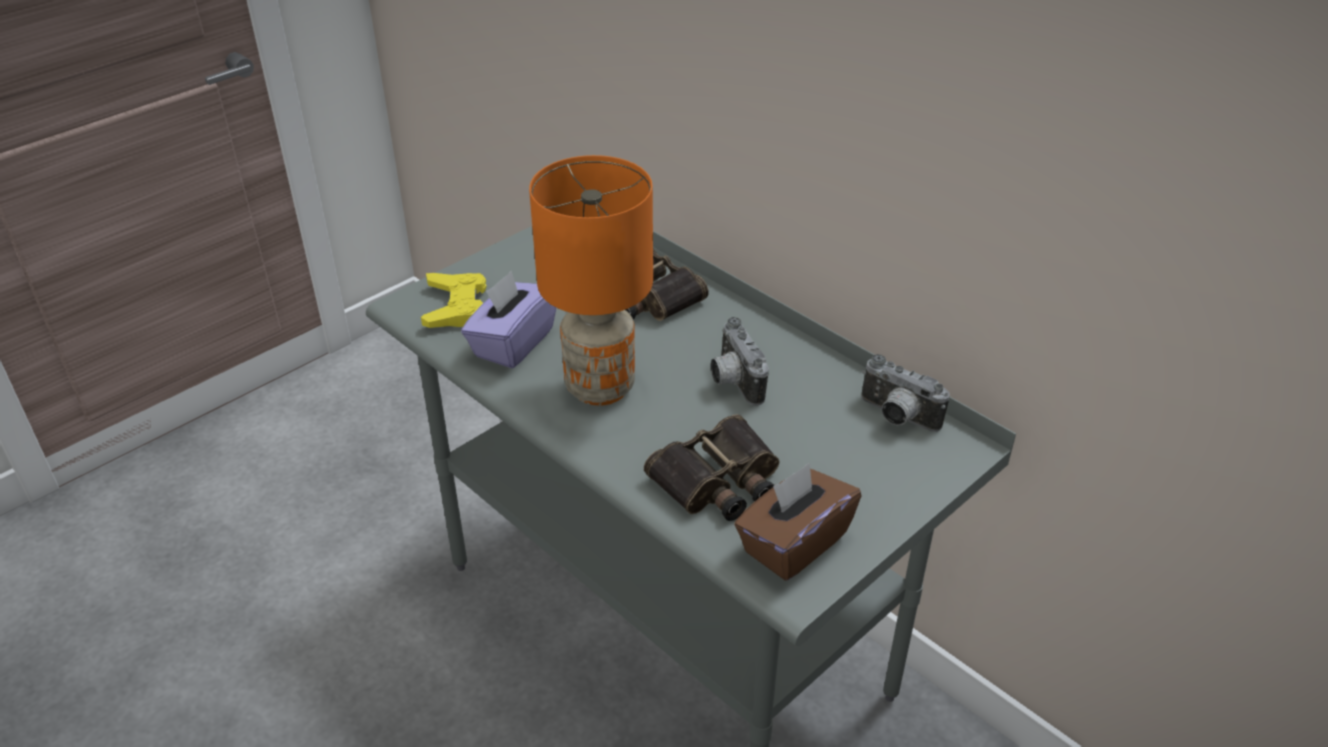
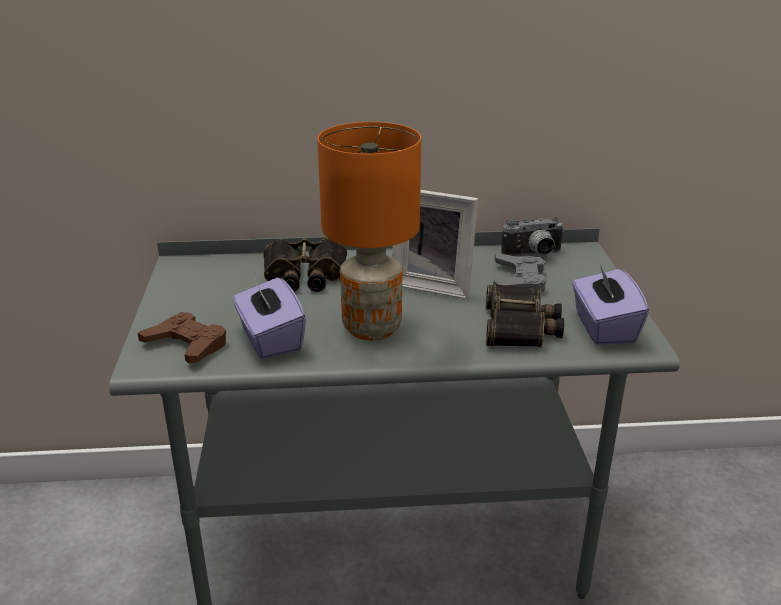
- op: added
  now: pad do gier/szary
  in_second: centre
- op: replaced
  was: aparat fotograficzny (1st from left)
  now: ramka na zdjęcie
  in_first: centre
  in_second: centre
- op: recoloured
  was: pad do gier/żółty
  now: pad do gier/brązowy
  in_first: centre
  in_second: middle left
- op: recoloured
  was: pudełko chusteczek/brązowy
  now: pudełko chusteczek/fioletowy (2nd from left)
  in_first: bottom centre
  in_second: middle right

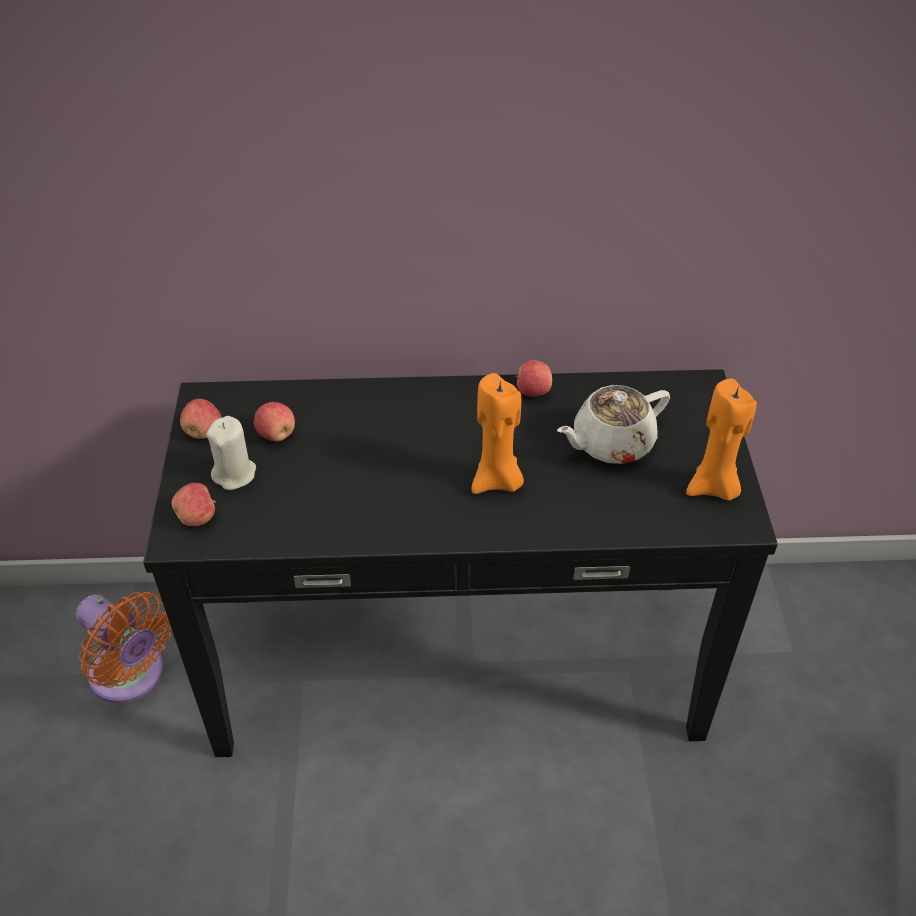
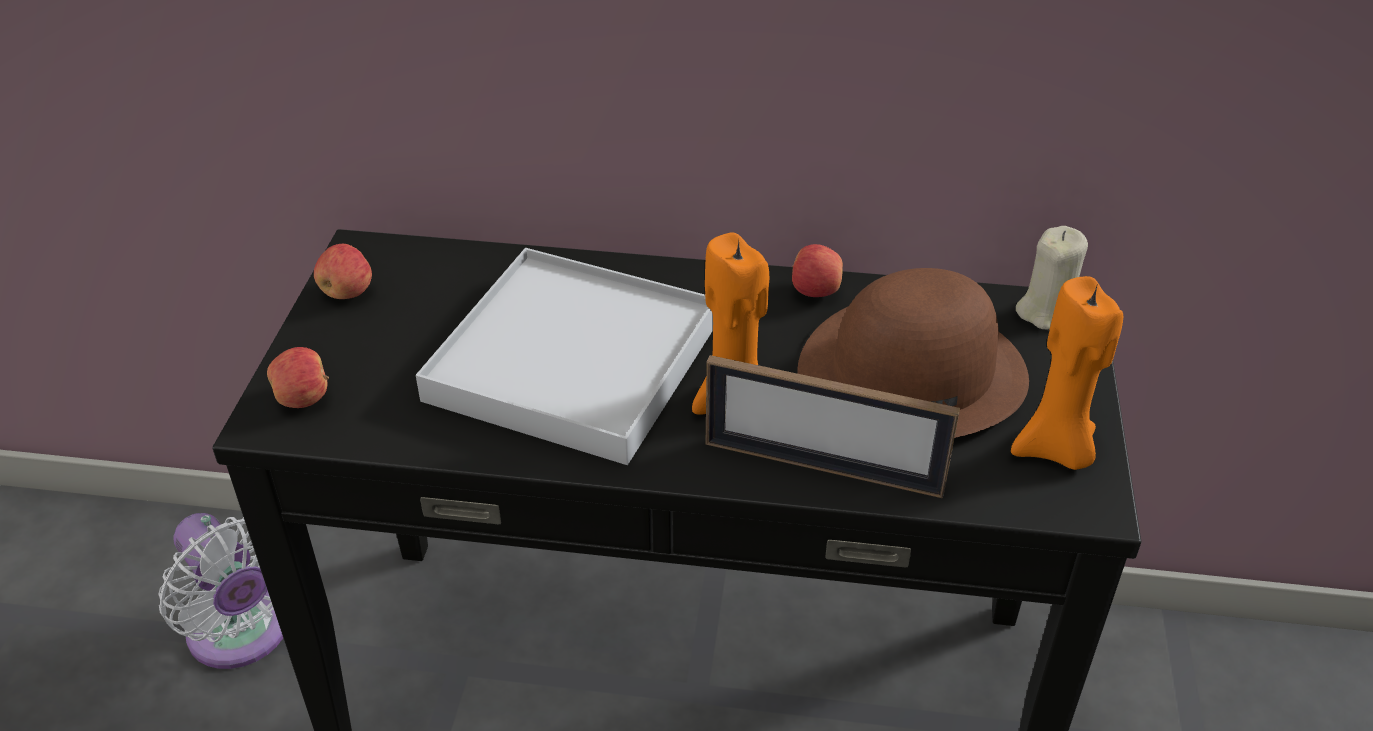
- op: removed
  was: jabłko (3rd from left)
  in_first: middle left
- op: added
  now: taca/biały
  in_second: centre
- op: added
  now: ramka na zdjęcie
  in_second: centre
- op: moved
  was: świeca/beżowy
  in_first: middle left
  in_second: middle right
- op: replaced
  was: imbryk/beżowy
  now: kapelusz/brązowy
  in_first: middle right
  in_second: centre
- op: recoloured
  was: wentylator/pomarańczowy
  now: wentylator/biały
  in_first: bottom left
  in_second: bottom left

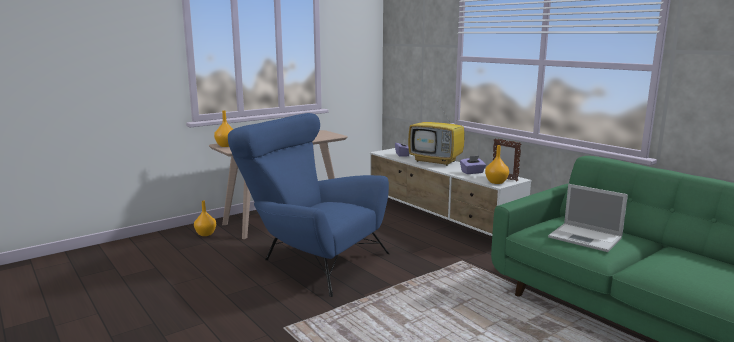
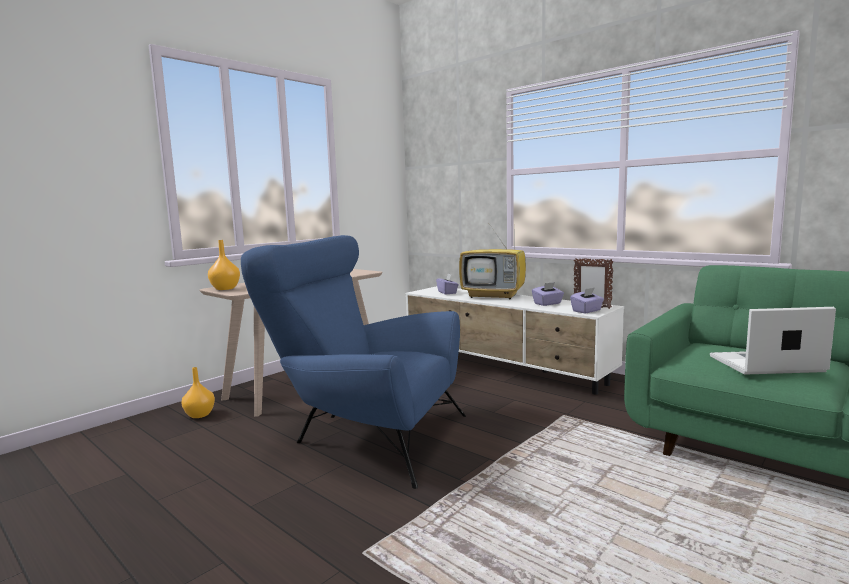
- op: replaced
  was: wazon/pomarańczowy (3rd from left)
  now: pudełko chusteczek/fioletowy (3rd from left)
  in_first: middle right
  in_second: middle right
- op: turned
  was: laptop
  in_first: middle right
  in_second: middle right
  clockwise: 150

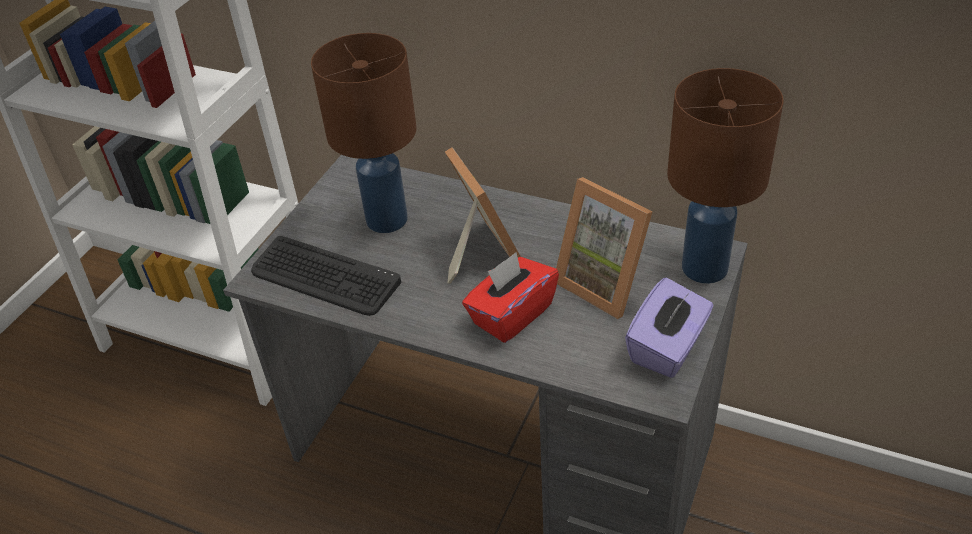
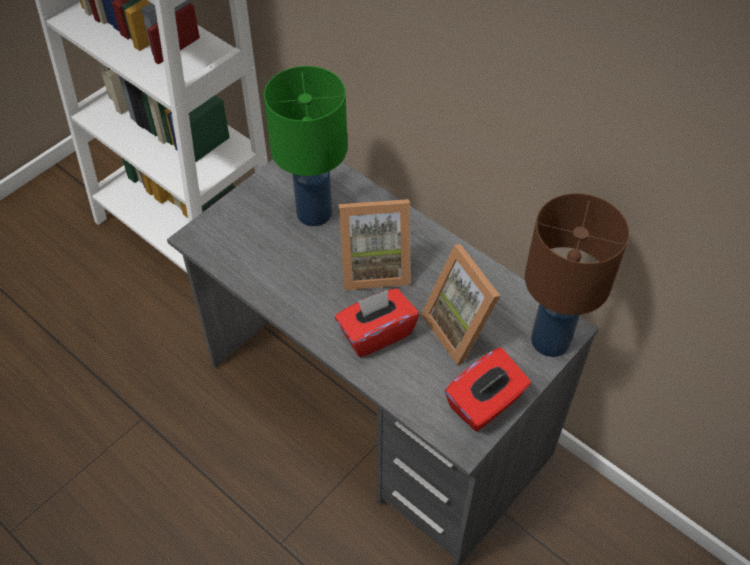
- op: removed
  was: klawiatura
  in_first: centre
- op: recoloured
  was: lampa stołowa/brązowy (1st from left)
  now: lampa stołowa/zielony
  in_first: top centre
  in_second: top centre
- op: recoloured
  was: pudełko chusteczek/fioletowy
  now: pudełko chusteczek/czerwony (2nd from left)
  in_first: middle right
  in_second: bottom centre
- op: turned
  was: ramka na zdjęcie (1st from left)
  in_first: centre
  in_second: centre
  clockwise: 90

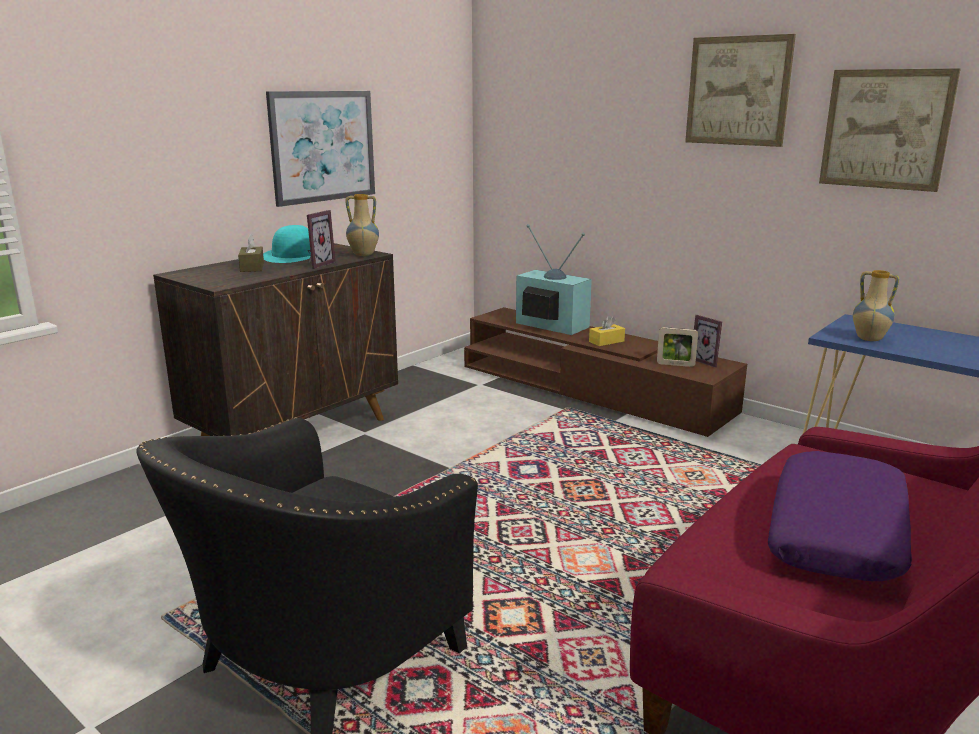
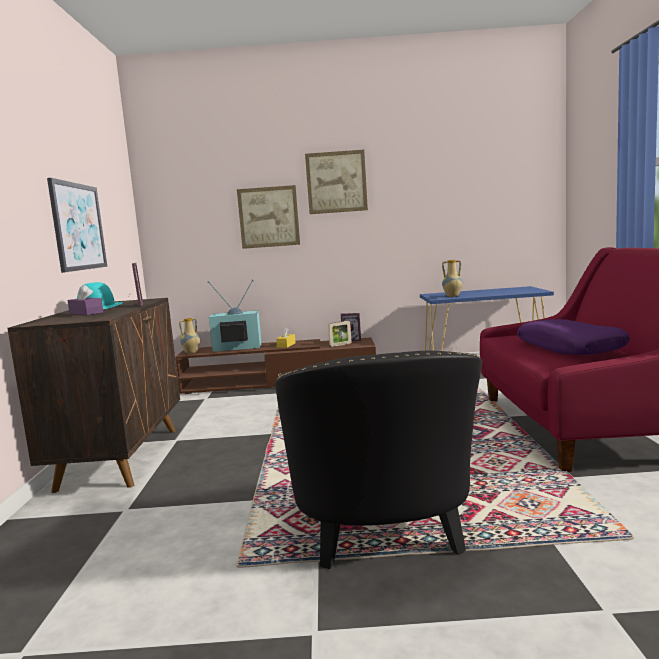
- op: moved
  was: wazon (1st from left)
  in_first: top centre
  in_second: middle left
- op: moved
  was: obraz (3rd from left in the first image)
  now: obraz (2nd from left)
  in_first: top right
  in_second: top centre
- op: recoloured
  was: pudełko chusteczek/brązowy
  now: pudełko chusteczek/fioletowy
  in_first: middle left
  in_second: middle left

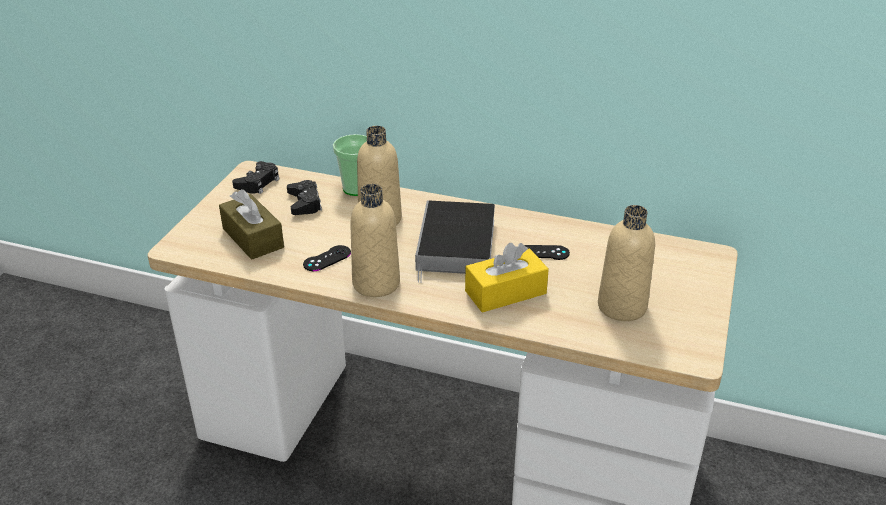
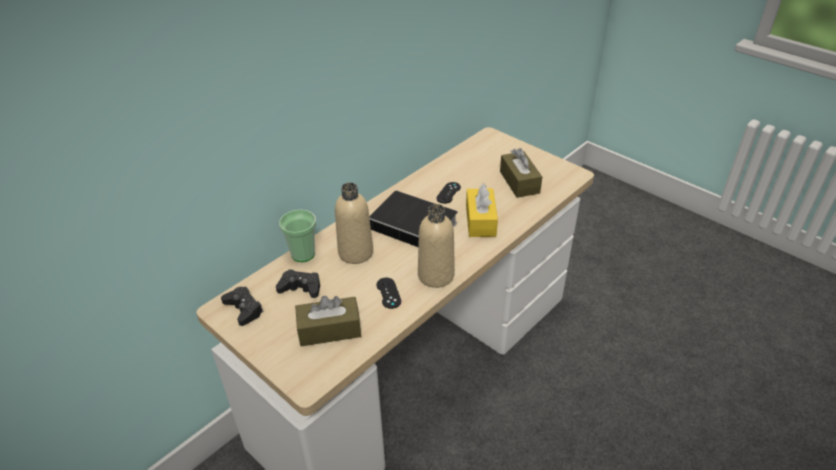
- op: replaced
  was: butelka/beżowy (3rd from left)
  now: pudełko chusteczek/brązowy (2nd from left)
  in_first: middle right
  in_second: centre

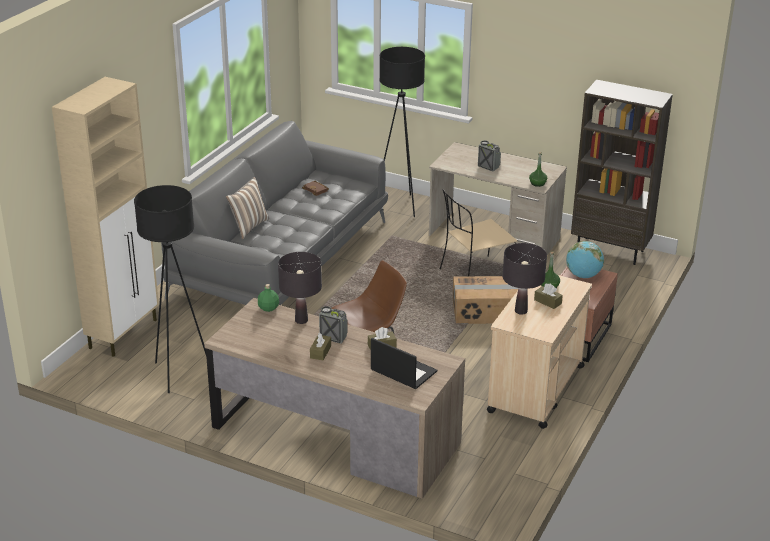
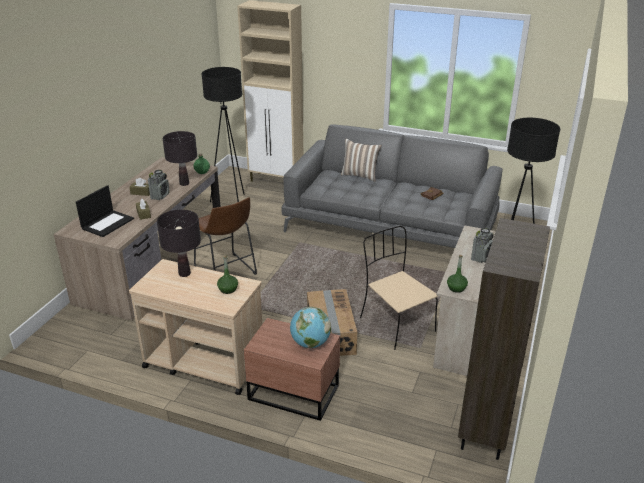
- op: removed
  was: pudełko chusteczek/brązowy (3rd from left)
  in_first: middle right

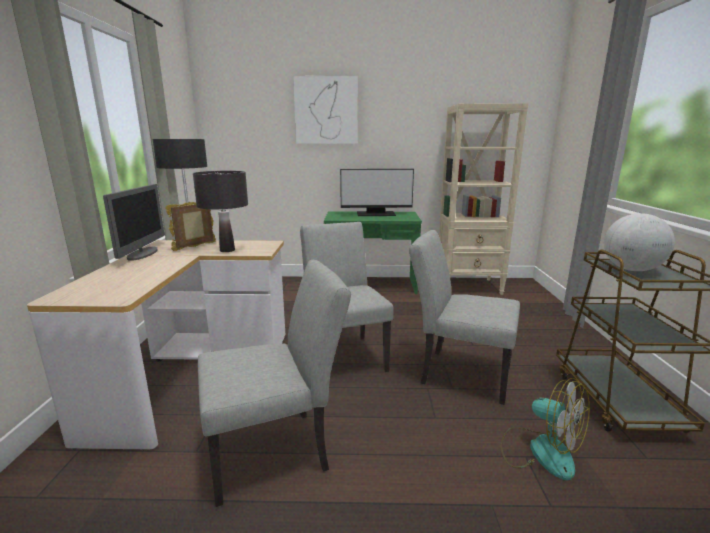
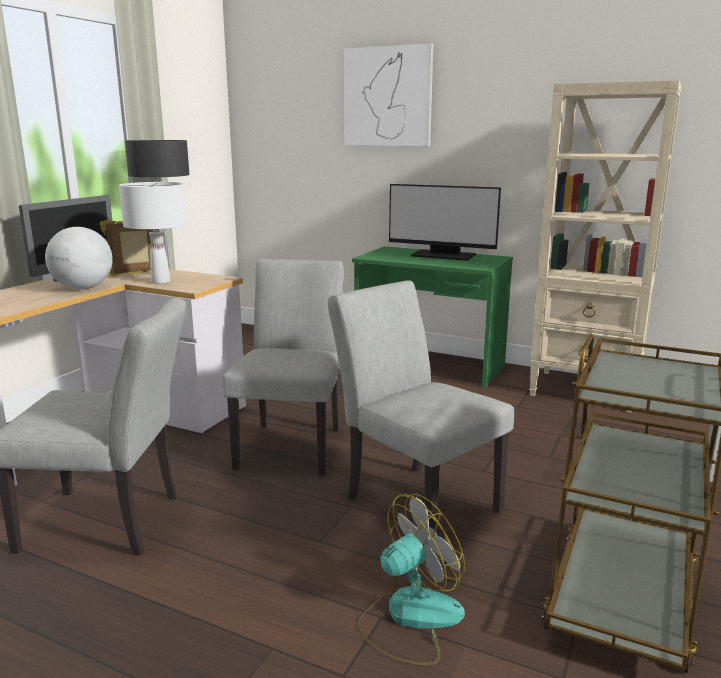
- op: moved
  was: globus
  in_first: middle right
  in_second: middle left
- op: recoloured
  was: lampa stołowa/czarny
  now: lampa stołowa/biały
  in_first: middle left
  in_second: middle left
- op: turned
  was: wentylator
  in_first: bottom right
  in_second: bottom centre
  clockwise: -105

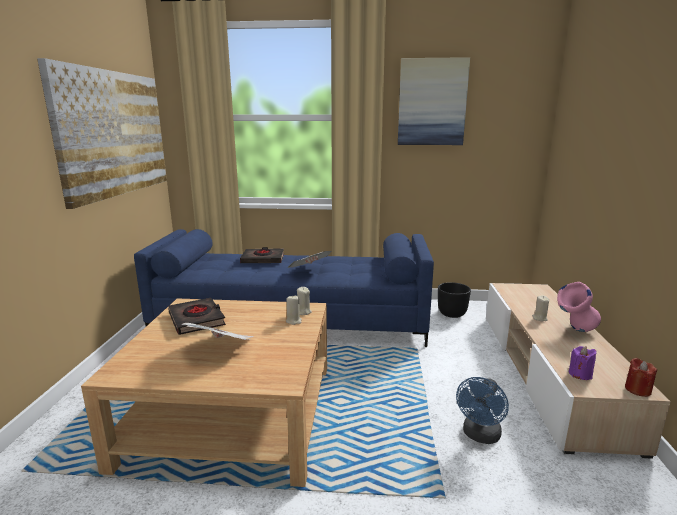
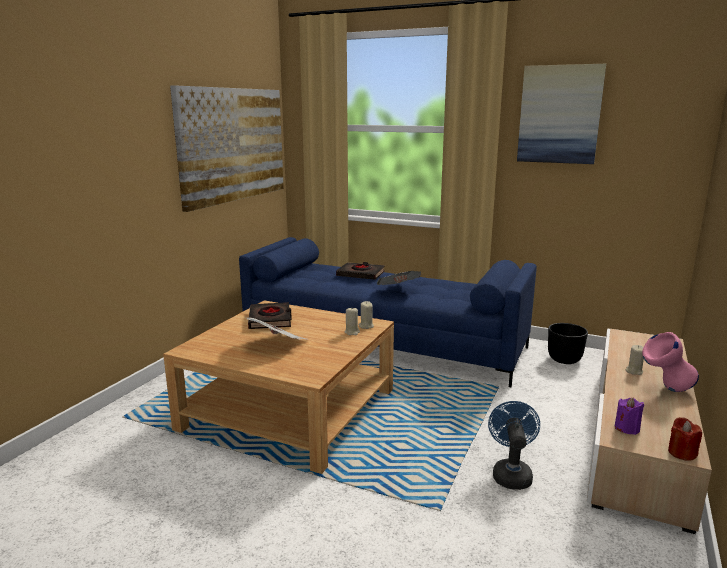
- op: turned
  was: wentylator/niebieski
  in_first: bottom right
  in_second: bottom right
  clockwise: 135

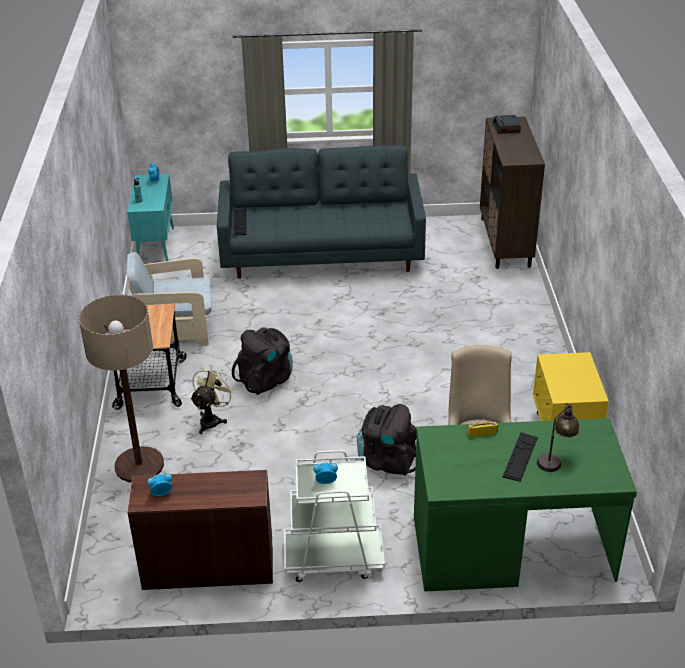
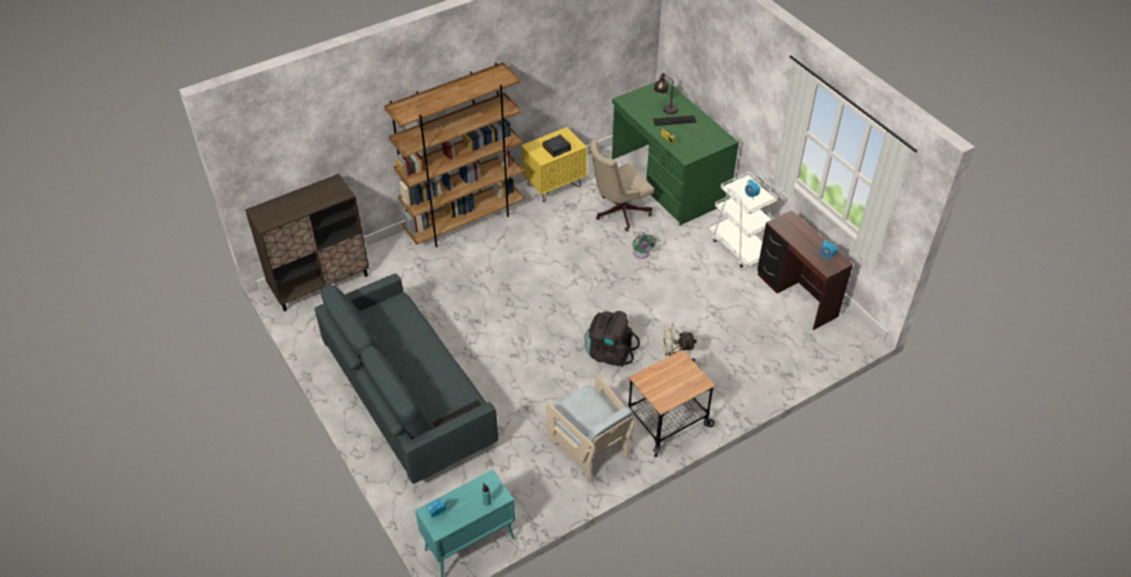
- op: removed
  was: lampa stojąca
  in_first: middle left
- op: added
  now: regał/brązowy
  in_second: top centre
- op: moved
  was: budzik (4th from left in the first image)
  now: budzik (2nd from left)
  in_first: top right
  in_second: top centre
- op: replaced
  was: plecak/czarny (2nd from left)
  now: wentylator/zielony
  in_first: centre
  in_second: centre

